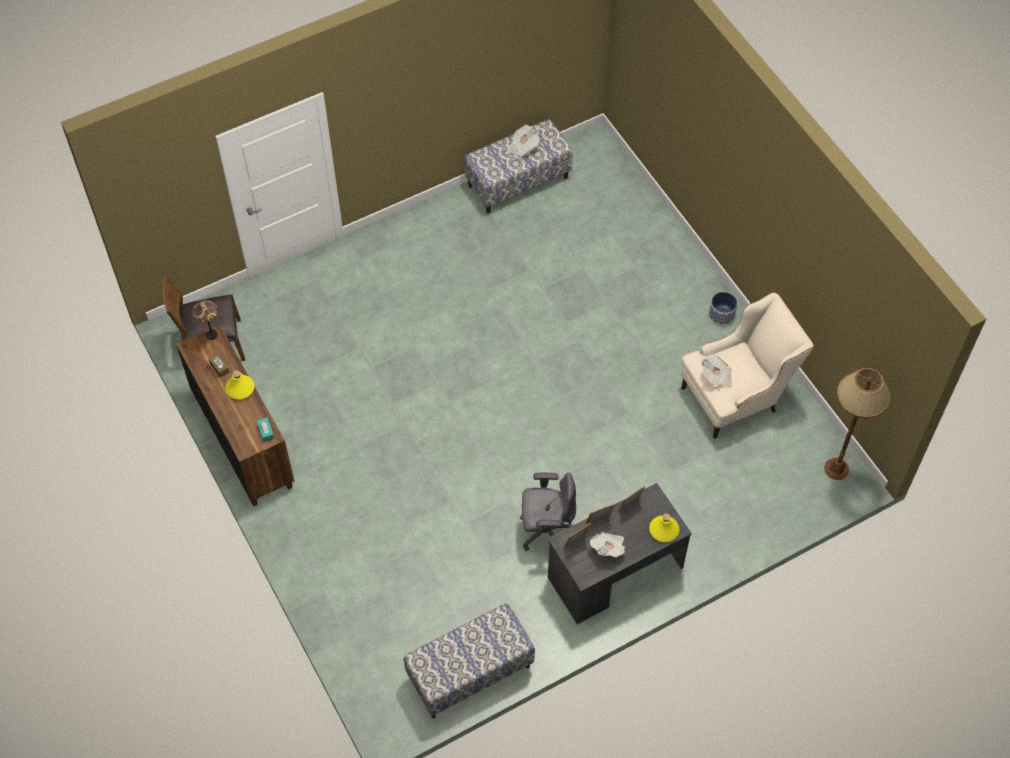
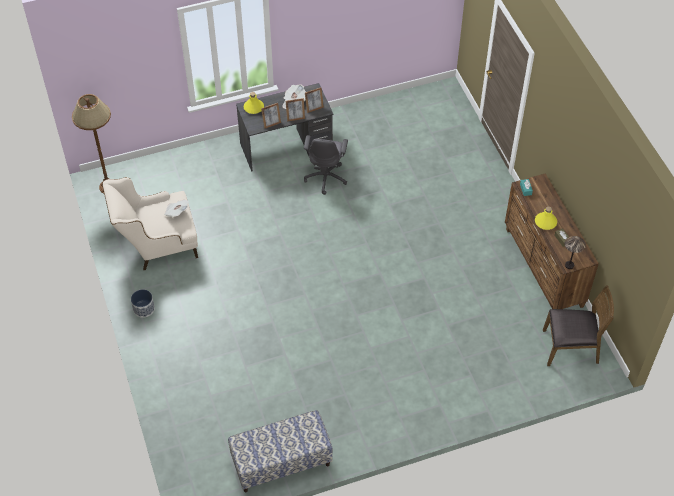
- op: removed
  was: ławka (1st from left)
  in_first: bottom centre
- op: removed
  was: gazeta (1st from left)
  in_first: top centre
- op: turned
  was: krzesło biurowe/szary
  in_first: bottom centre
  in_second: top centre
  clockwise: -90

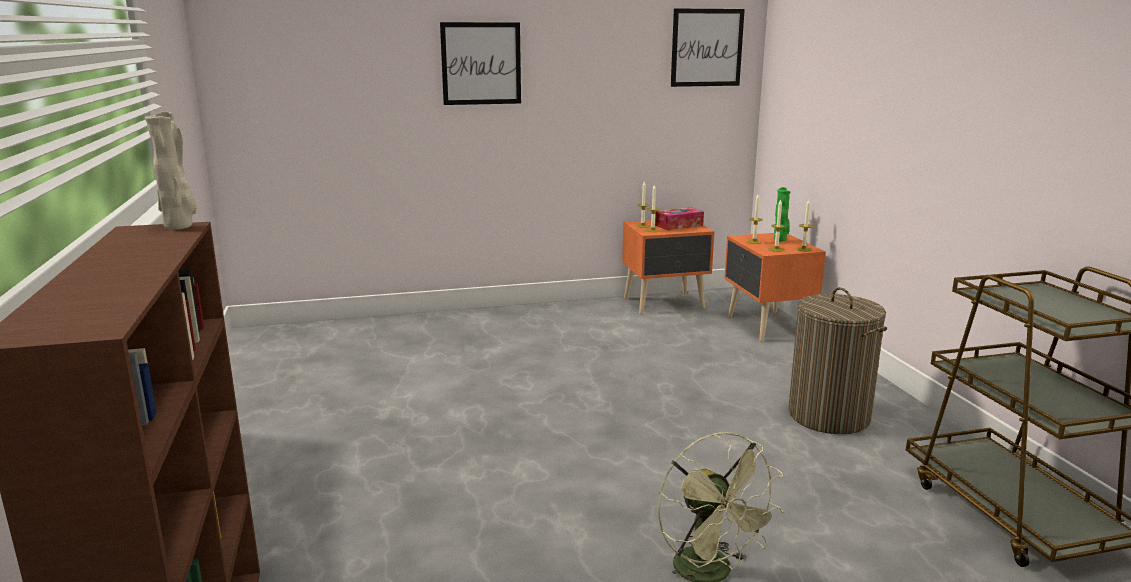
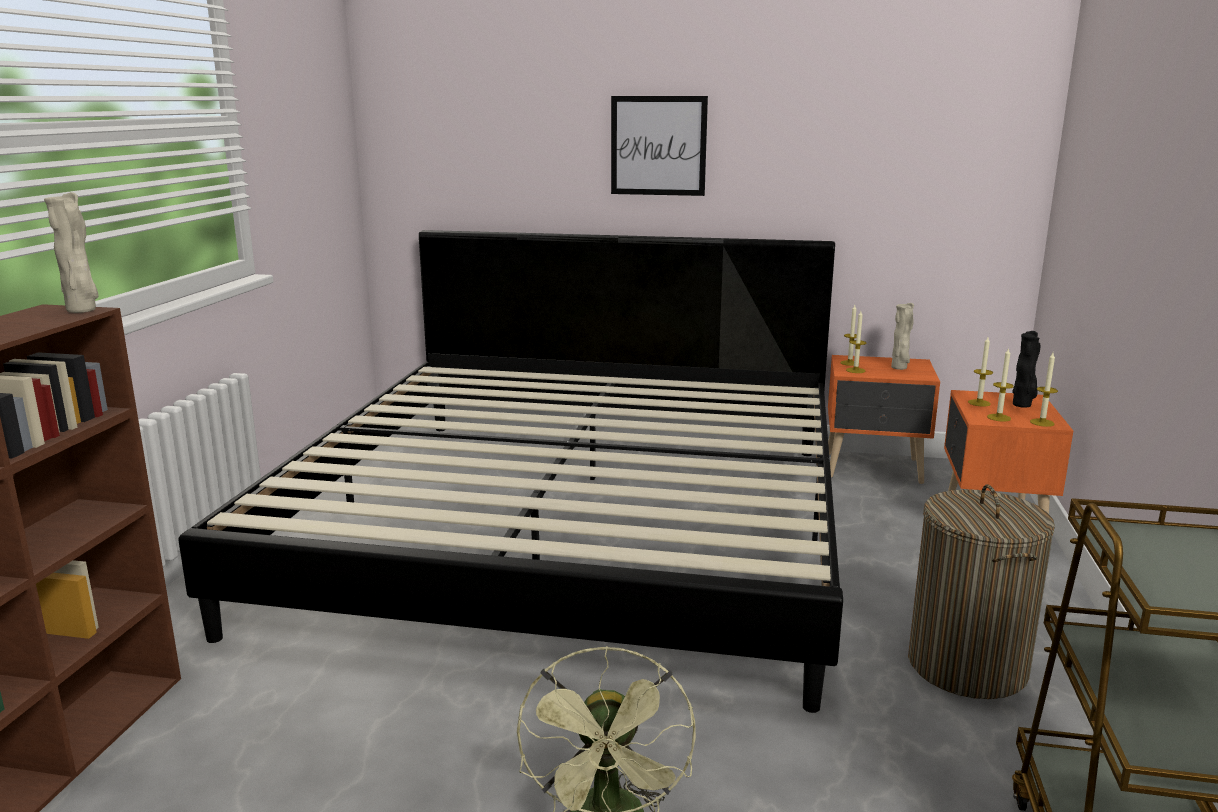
- op: removed
  was: obraz (2nd from left)
  in_first: top centre
- op: added
  now: łóżko
  in_second: centre
- op: replaced
  was: pudełko chusteczek
  now: wazon/beżowy (2nd from left)
  in_first: centre
  in_second: middle right
- op: recoloured
  was: wazon/zielony
  now: wazon/czarny
  in_first: middle right
  in_second: middle right

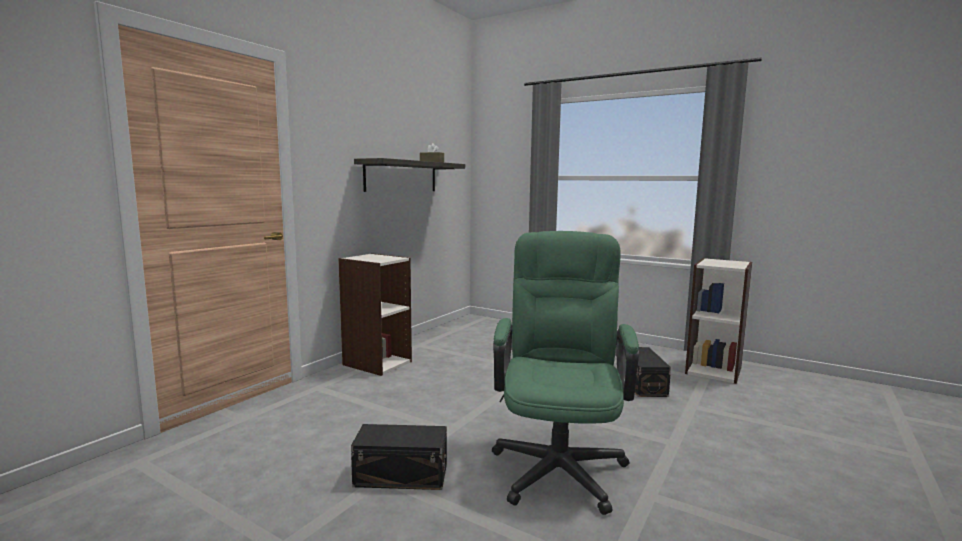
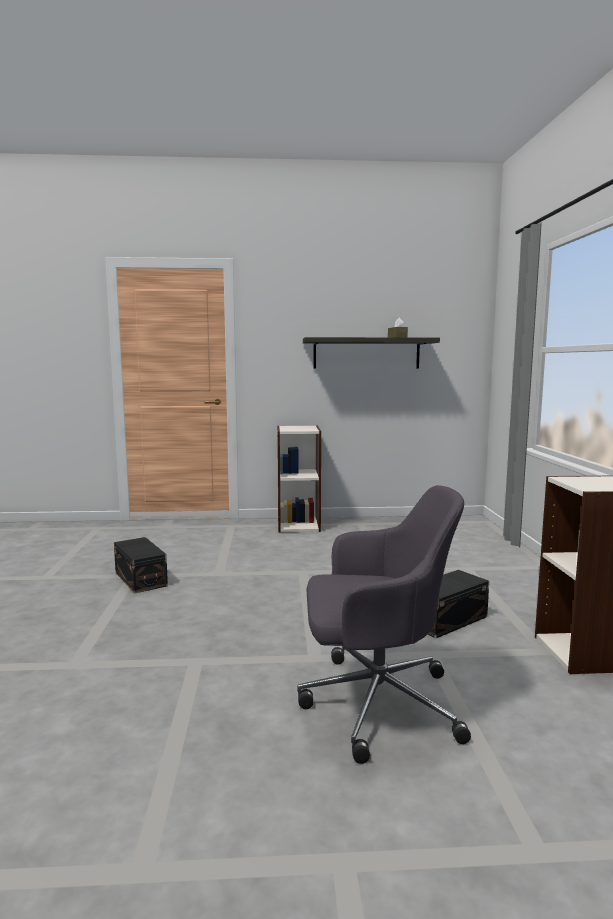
- op: removed
  was: krzesło biurowe/zielony
  in_first: bottom centre
- op: added
  now: krzesło biurowe/szary
  in_second: bottom centre

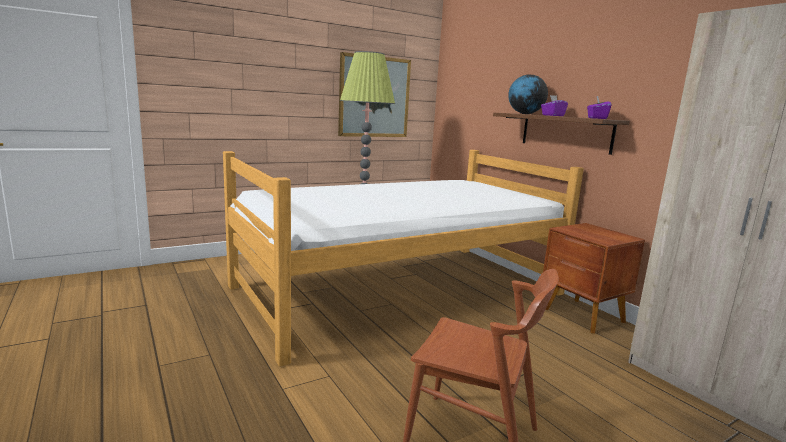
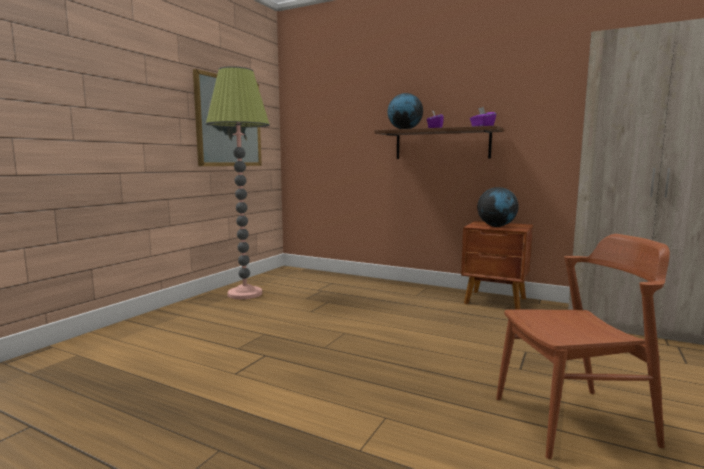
- op: removed
  was: łóżko
  in_first: centre
- op: added
  now: globus (2nd from left)
  in_second: middle right

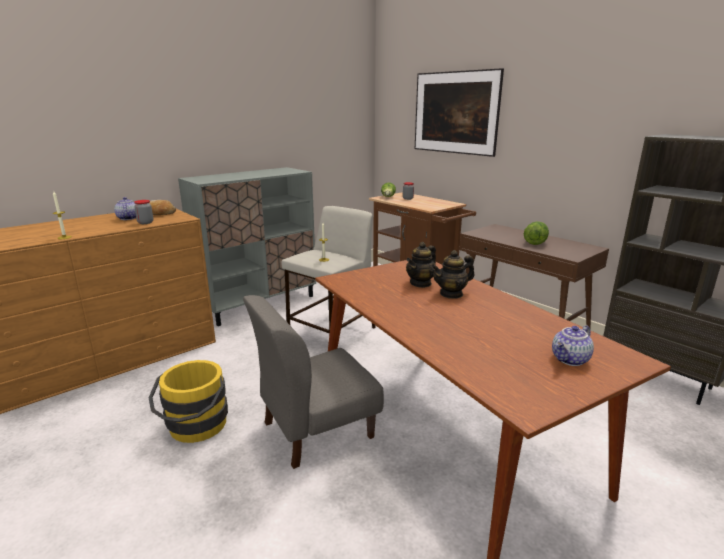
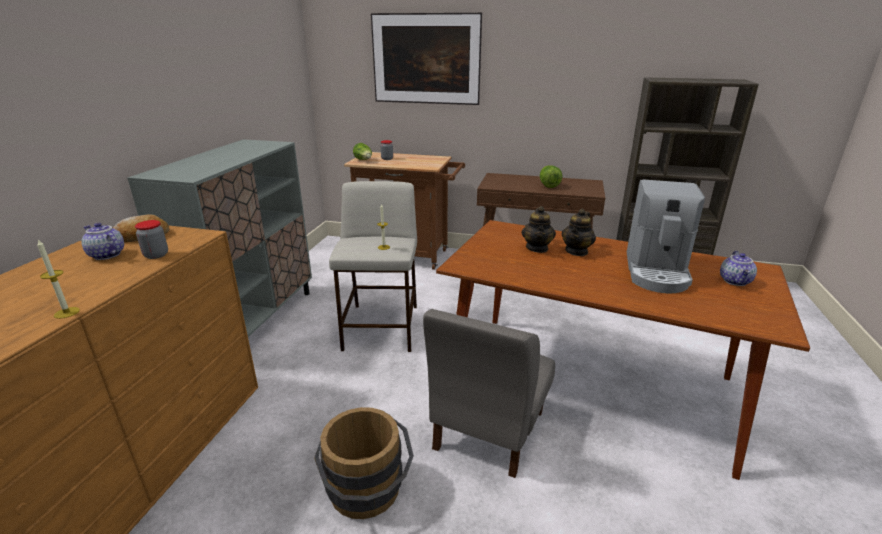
- op: added
  now: ekspres do kawy
  in_second: middle right
- op: recoloured
  was: wiadro/żółty
  now: wiadro/brązowy
  in_first: bottom left
  in_second: bottom centre

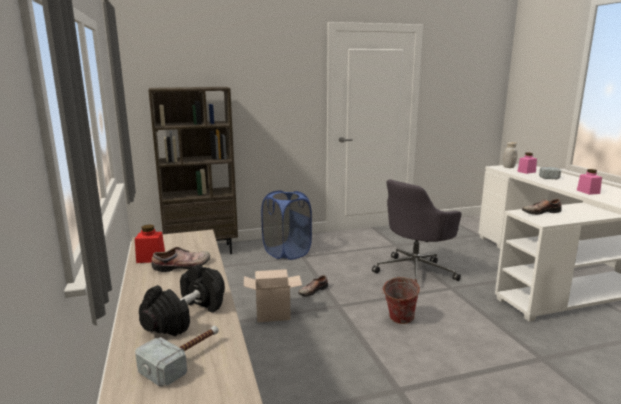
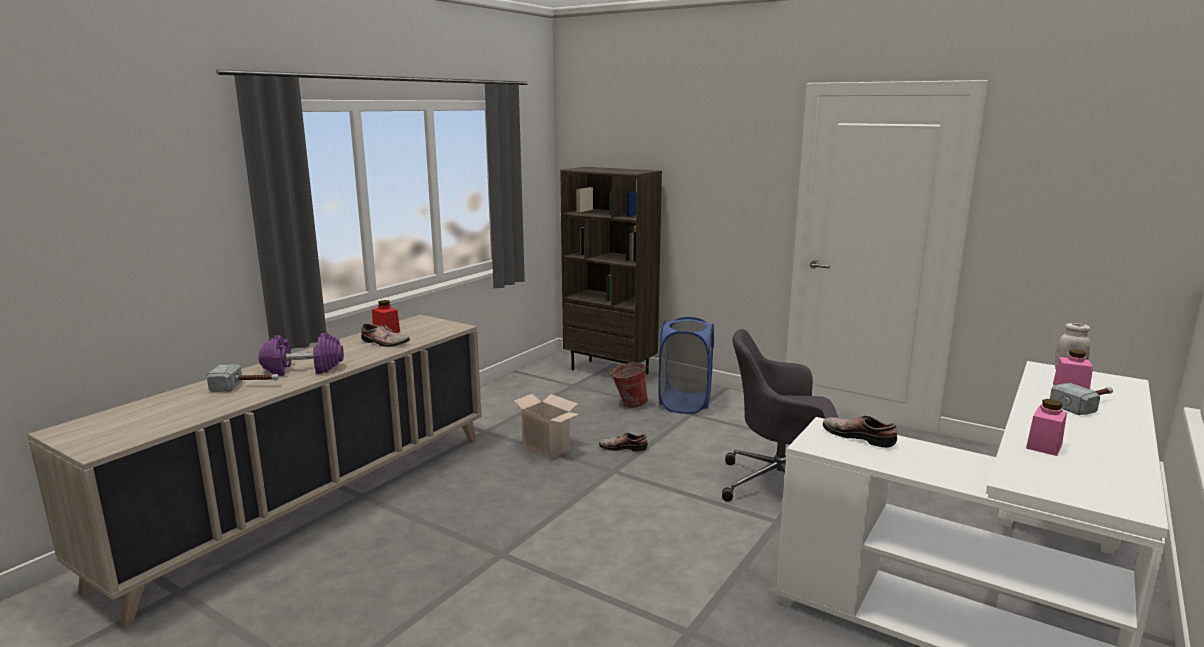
- op: moved
  was: wiadro
  in_first: bottom centre
  in_second: centre
- op: recoloured
  was: hantel/czarny
  now: hantel/fioletowy
  in_first: bottom left
  in_second: middle left

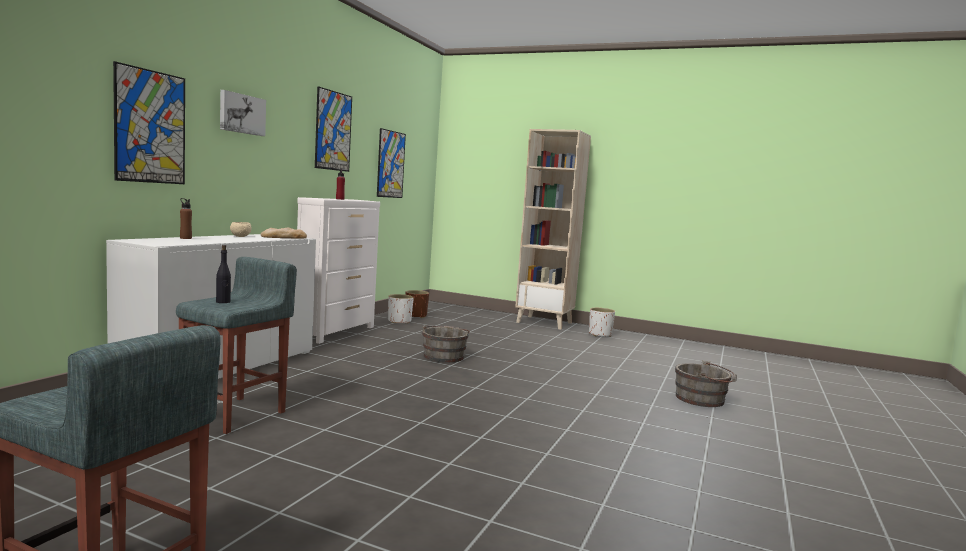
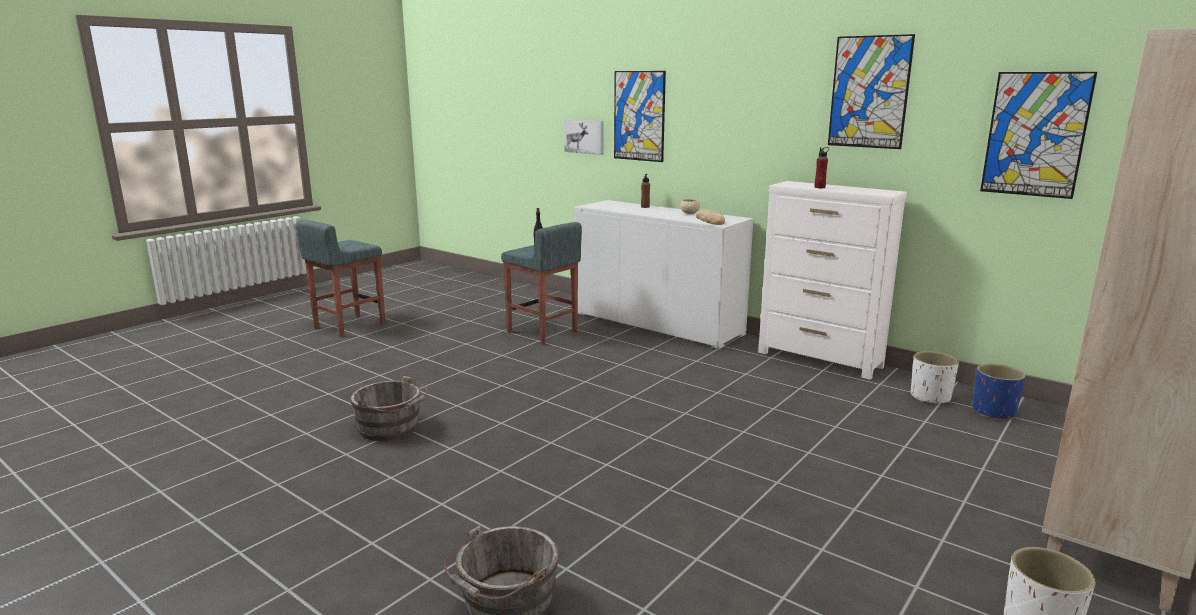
- op: moved
  was: obraz (2nd from left in the first image)
  now: obraz (1st from left)
  in_first: top left
  in_second: top centre
- op: moved
  was: wiadro/szary (1st from left)
  in_first: centre
  in_second: middle left
- op: recoloured
  was: donica/brązowy
  now: donica/niebieski
  in_first: centre
  in_second: middle right

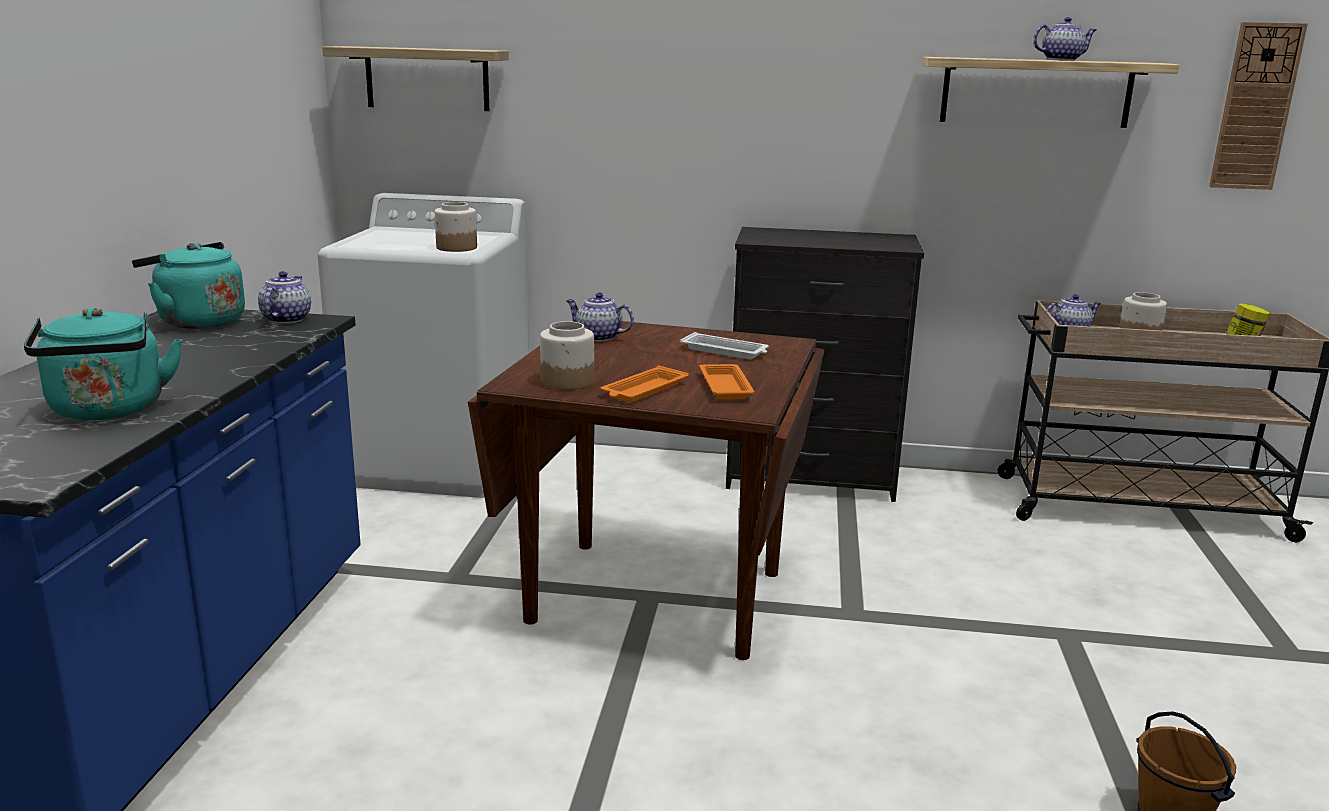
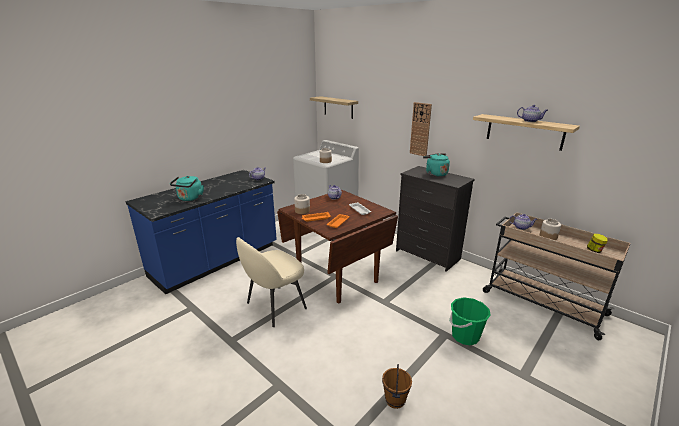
- op: added
  now: krzesło/beżowy
  in_second: centre
- op: added
  now: wiadro/zielony
  in_second: bottom right
- op: moved
  was: czajnik/turkusowy (2nd from left)
  in_first: middle left
  in_second: centre
- op: moved
  was: zegar ścienny
  in_first: top right
  in_second: top centre

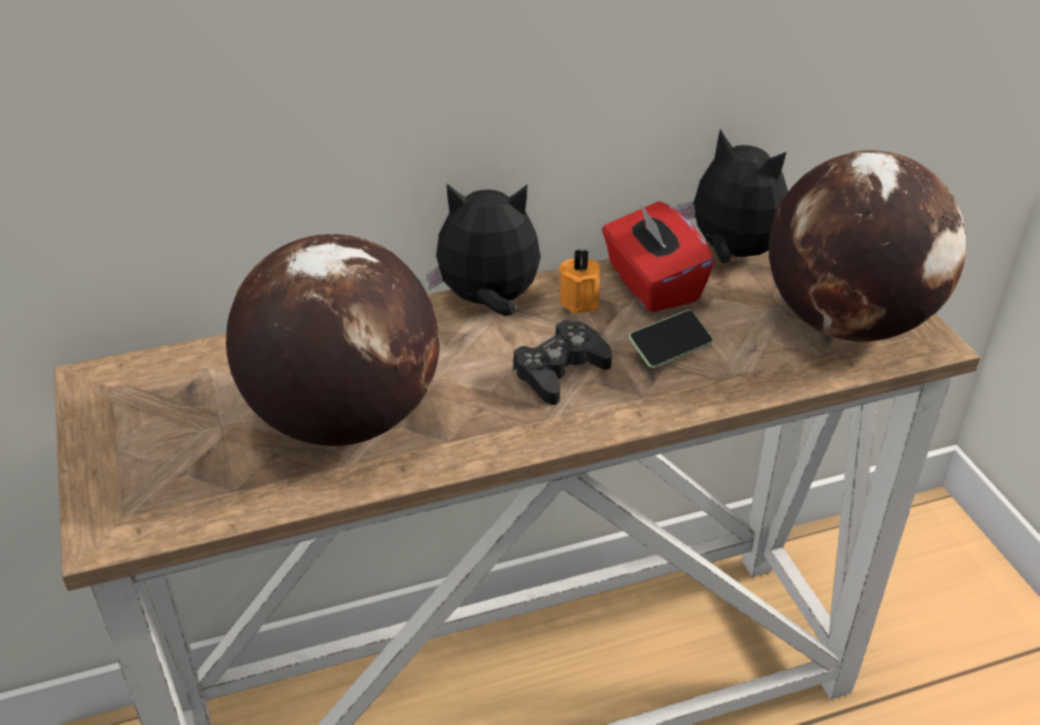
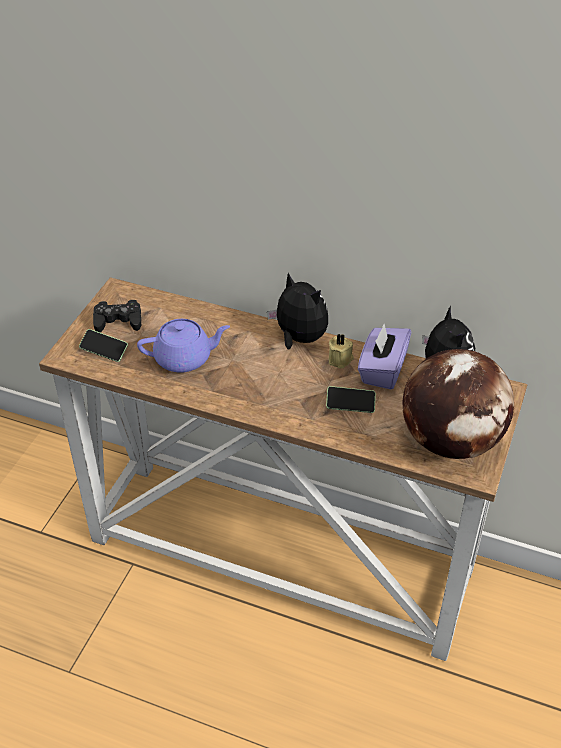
- op: added
  now: telefon (1st from left)
  in_second: middle left
- op: moved
  was: pad do gier/czarny
  in_first: centre
  in_second: middle left
- op: replaced
  was: globus (1st from left)
  now: imbryk/fioletowy
  in_first: middle left
  in_second: middle left
- op: recoloured
  was: świeca/pomarańczowy
  now: świeca/beżowy
  in_first: centre
  in_second: centre
- op: recoloured
  was: pudełko chusteczek/czerwony
  now: pudełko chusteczek/fioletowy
  in_first: centre
  in_second: middle right

